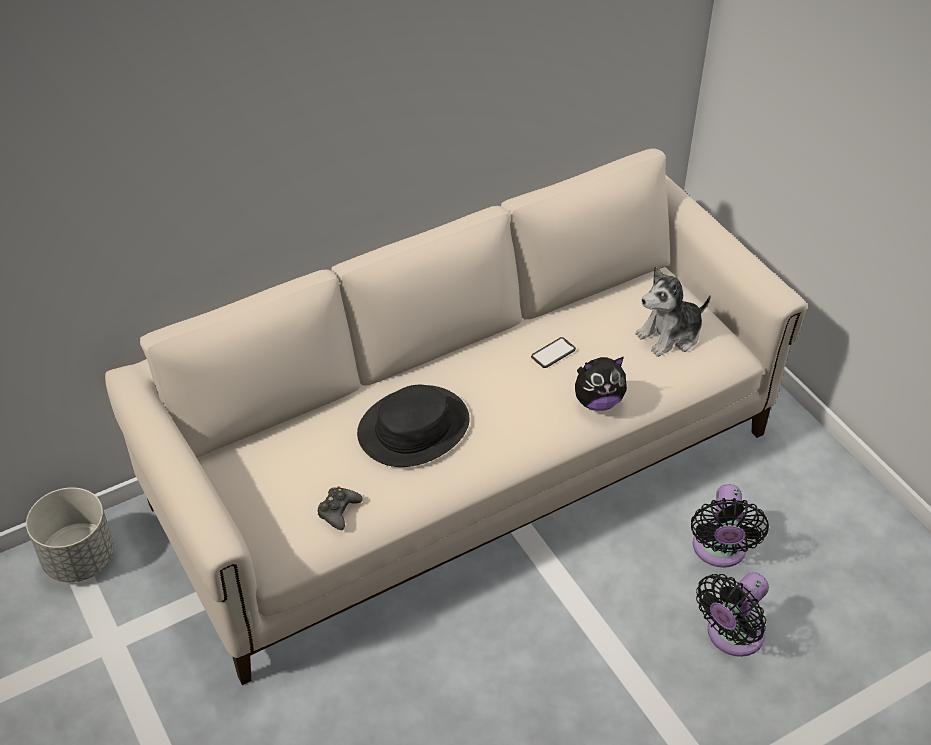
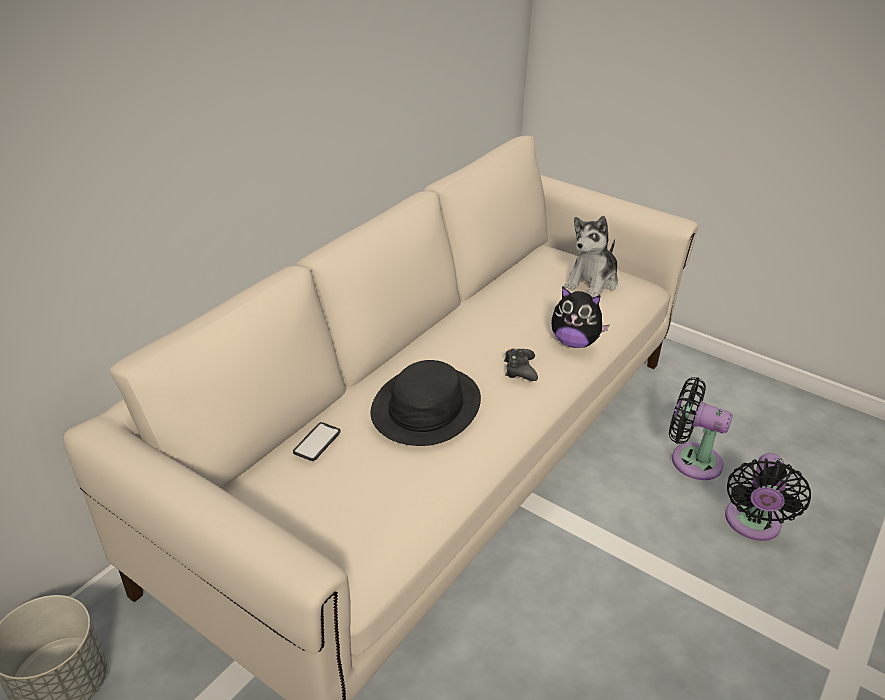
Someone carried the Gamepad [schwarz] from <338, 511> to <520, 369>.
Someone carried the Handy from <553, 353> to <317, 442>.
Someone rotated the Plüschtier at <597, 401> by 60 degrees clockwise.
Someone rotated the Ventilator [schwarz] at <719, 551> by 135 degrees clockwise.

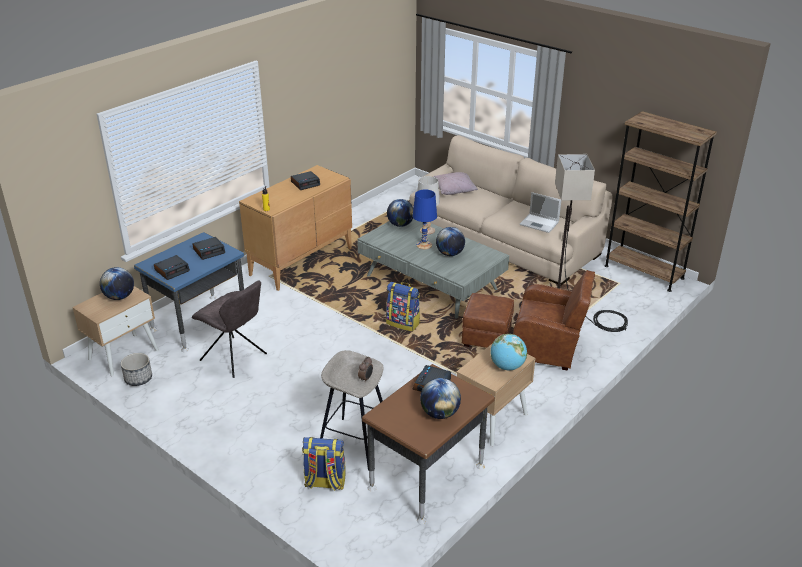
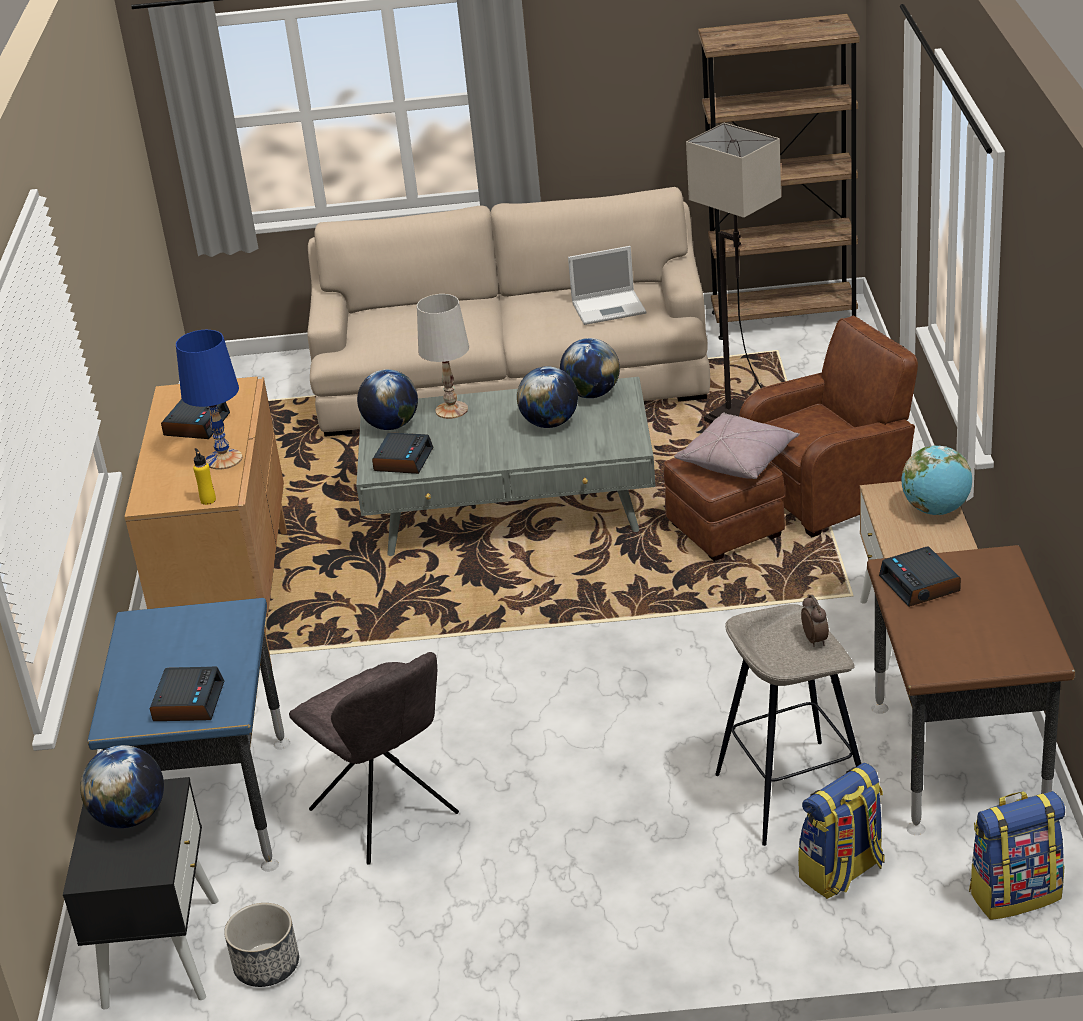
Someone carried the Wecker from <209, 251> to <403, 459>.
Someone carried the Rucksack from <403, 323> to <1015, 893>.
Someone carried the Tischlampe [blau] from <424, 245> to <224, 459>.
Someone carried the Globus from <440, 413> to <592, 394>.
Someone carried the Kissen [lila] from <454, 189> to <738, 460>.
Someone repainted the Nachttisch [beige] at <124, 354>, which became the Nachttisch [schwarz] at <161, 951>.
Someone rotated the Stuhl [grau] at <235, 358> by 60 degrees clockwise.

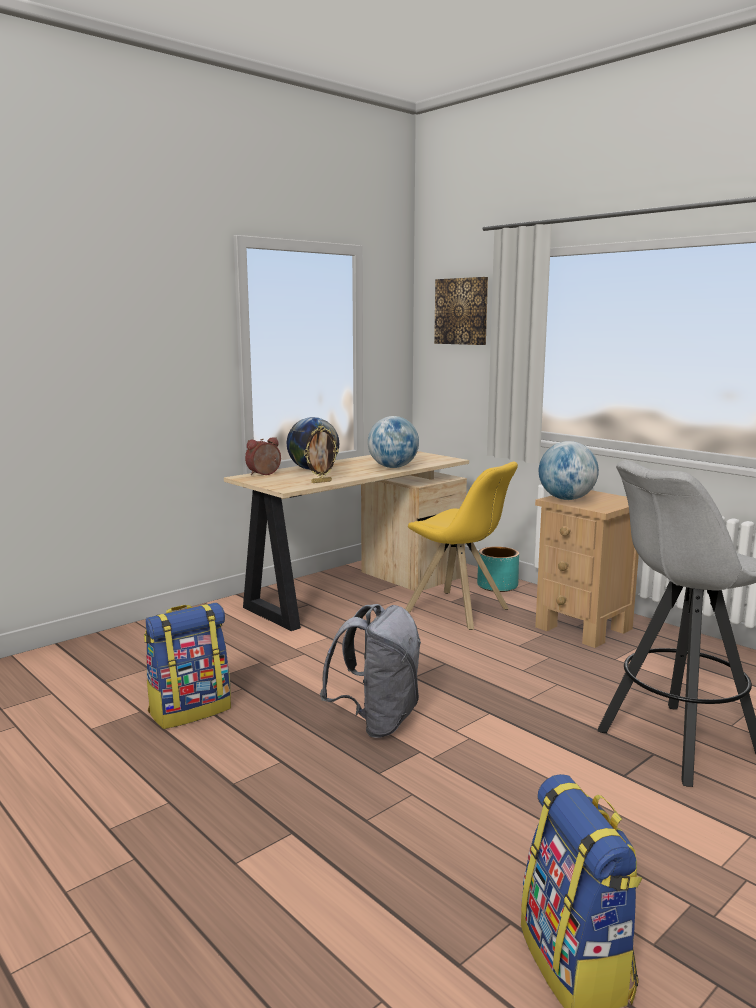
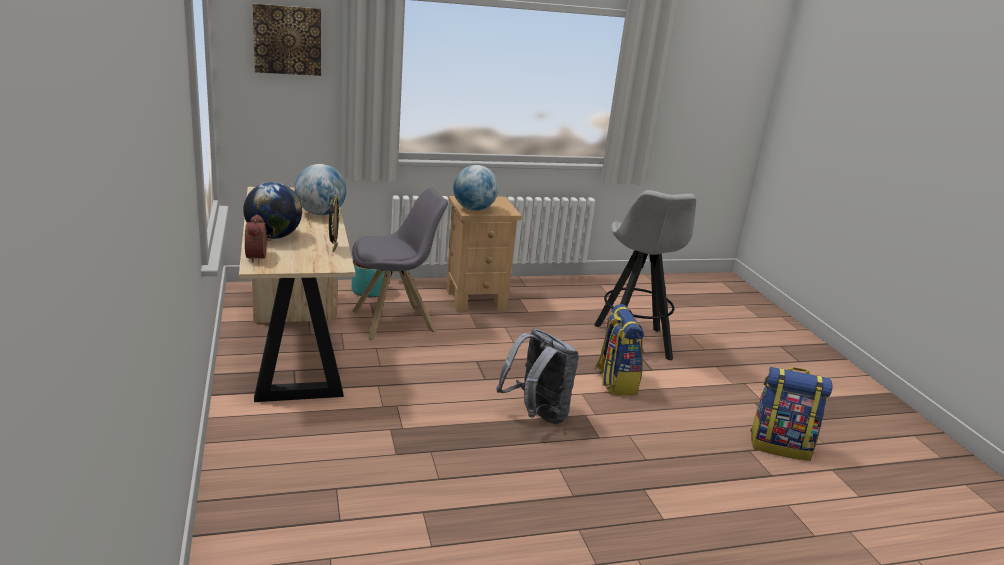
Someone carried the Rucksack from <190, 710> to <615, 382>.
Someone repainted the Stuhl [gelb] at <458, 610>, which became the Stuhl [grau] at <394, 321>.

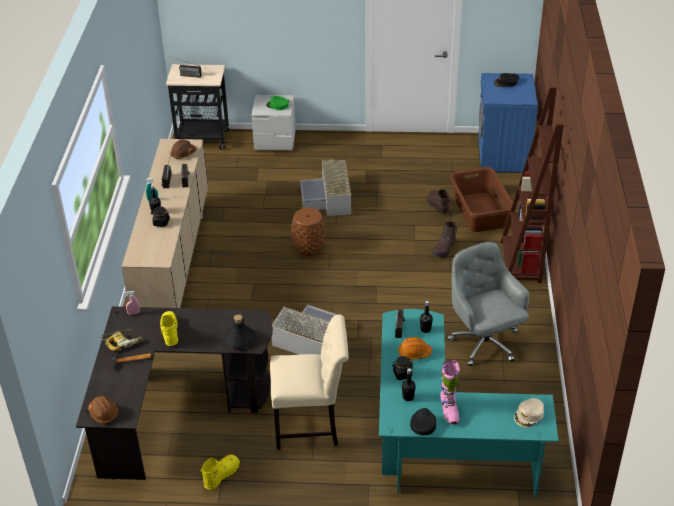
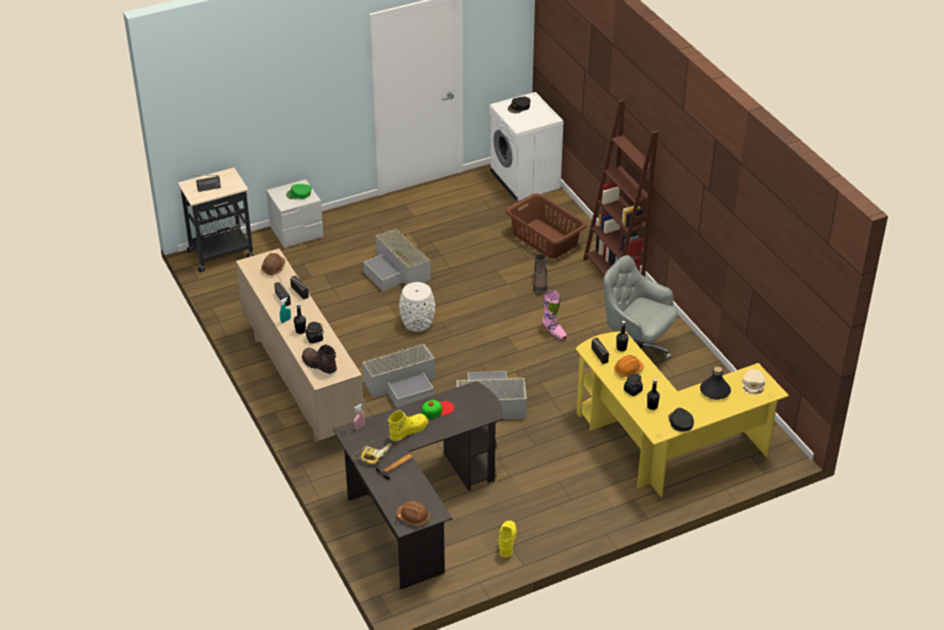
Someone took away the Stuhl [beige] at <311, 426>.
Someone put down the Aufbewahrungsbox [grau] at <403, 385>.
Someone put down the Kappe at <437, 410>.
Someone carried the Flasche [schwarz] from <240, 340> to <715, 391>.
Someone carried the Stiefel [braun] from <437, 206> to <319, 365>.
Someone carried the Stiefel [rosa] from <449, 410> to <554, 332>.
Someone repainted the Hocker [braun] at <309, 248>, which became the Hocker [weiß] at <417, 323>.
Someone repainted the Schreibtisch [türkis] at <438, 446>, which became the Schreibtisch [gelb] at <664, 448>.
Someone repainted the Waschmaschine [blau] at <501, 156>, which became the Waschmaschine [weiß] at <523, 180>.
Someone rotated the Stiefel [gelb] at <169, 332> by 90 degrees clockwise.

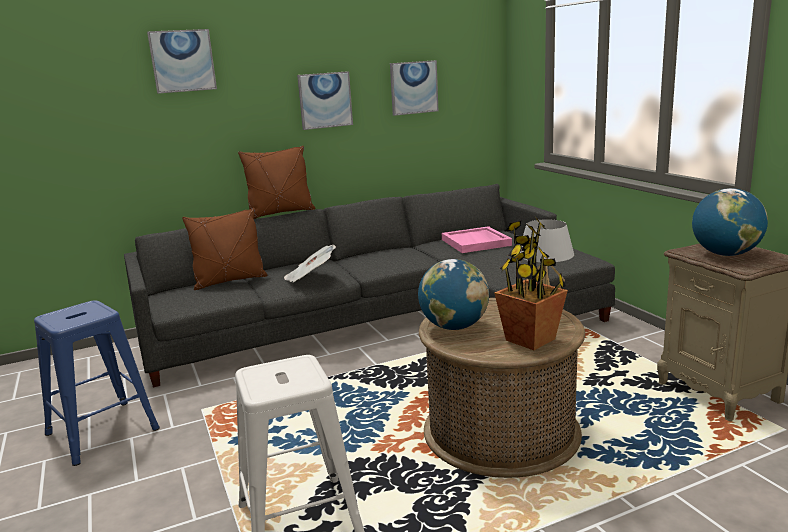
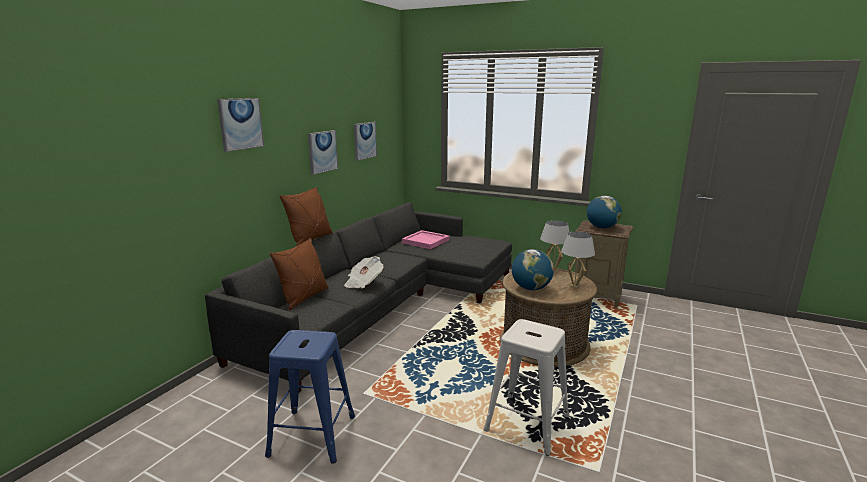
Someone swapped the Topfpflanze at <531, 340> for the Tischlampe [weiß] at <574, 286>.

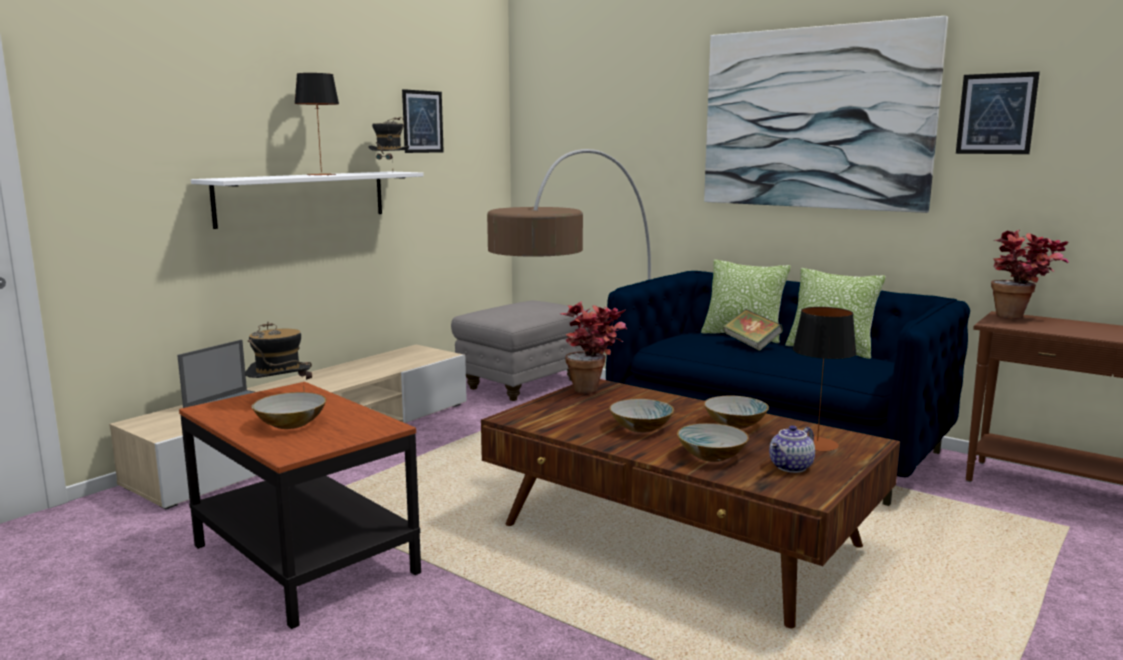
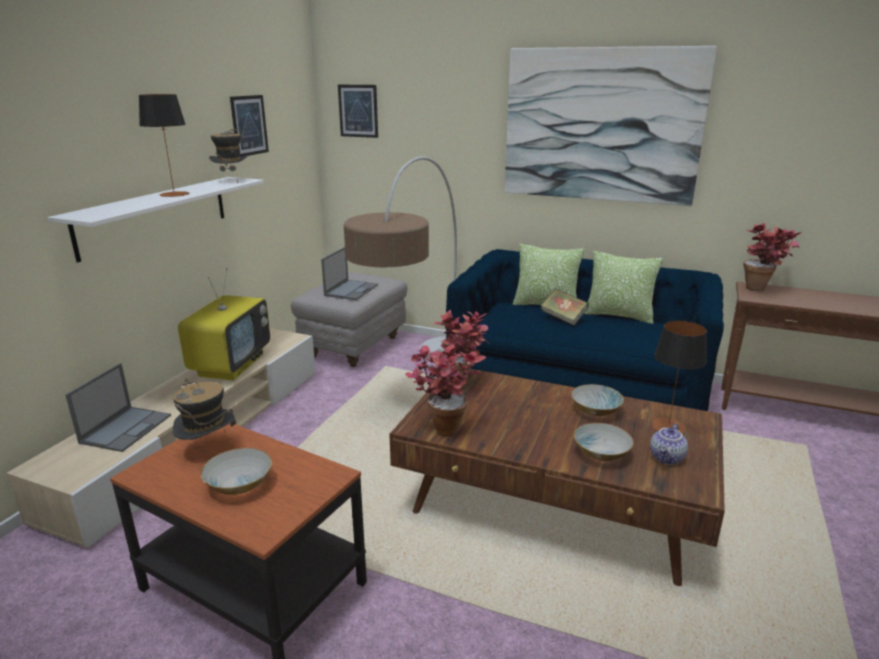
Someone took away the Schüssel at <641, 428>.
Someone put down the Fernseher at <231, 365>.
Someone put down the Laptop at <351, 290>.
Someone put down the Topfpflanze at <442, 426>.
Someone carried the Bild from <996, 114> to <358, 111>.

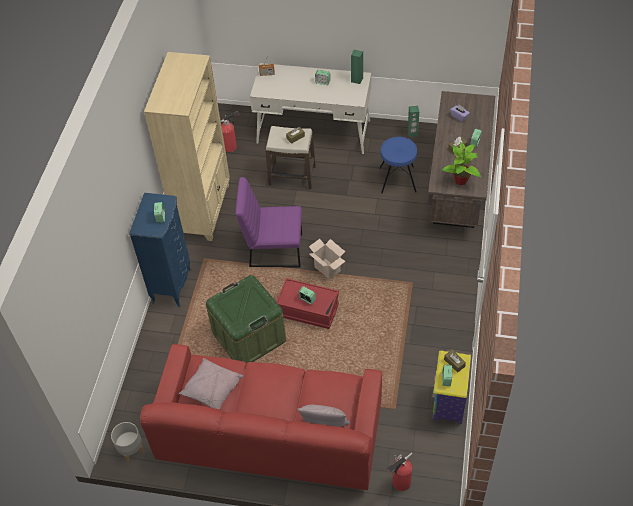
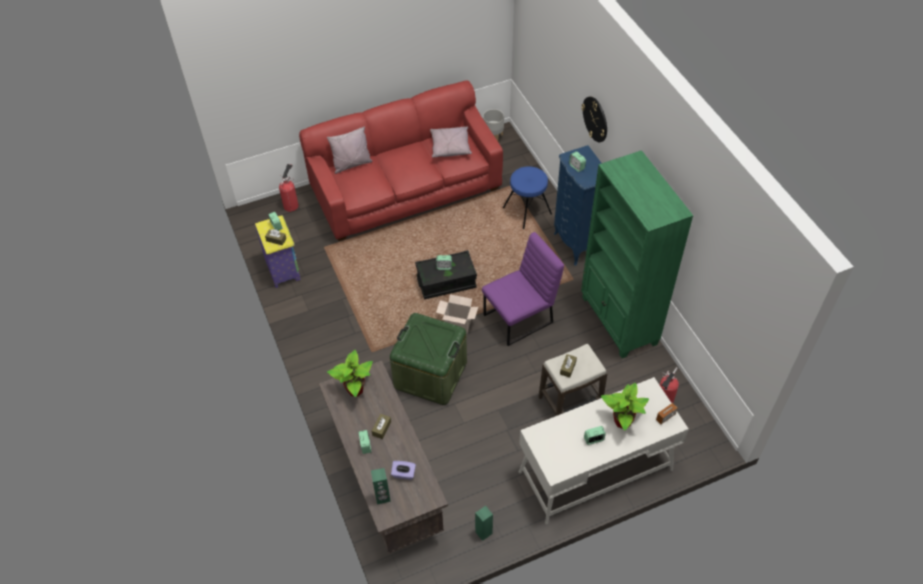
Someone put up the Wanduhr at <595, 119>.
Someone put down the Topfpflanze at <622, 421>.
Someone carried the Aufbewahrungsbox [grün] from <249, 336> to <430, 374>.
Someone carried the Lautsprecher [grün] from <357, 80> to <382, 497>.
Someone carried the Hocker [blau] from <397, 179> to <527, 211>.
Someone repainted the Bücherregal [beige] at <204, 210>, which became the Bücherregal [grün] at <618, 321>.
Someone repainted the Aufbewahrungsbox [rot] at <308, 310>, which became the Aufbewahrungsbox [schwarz] at <446, 282>.

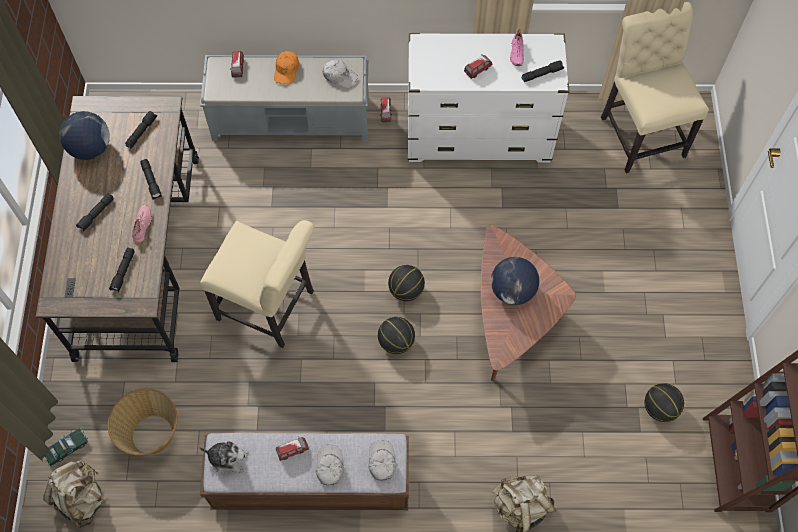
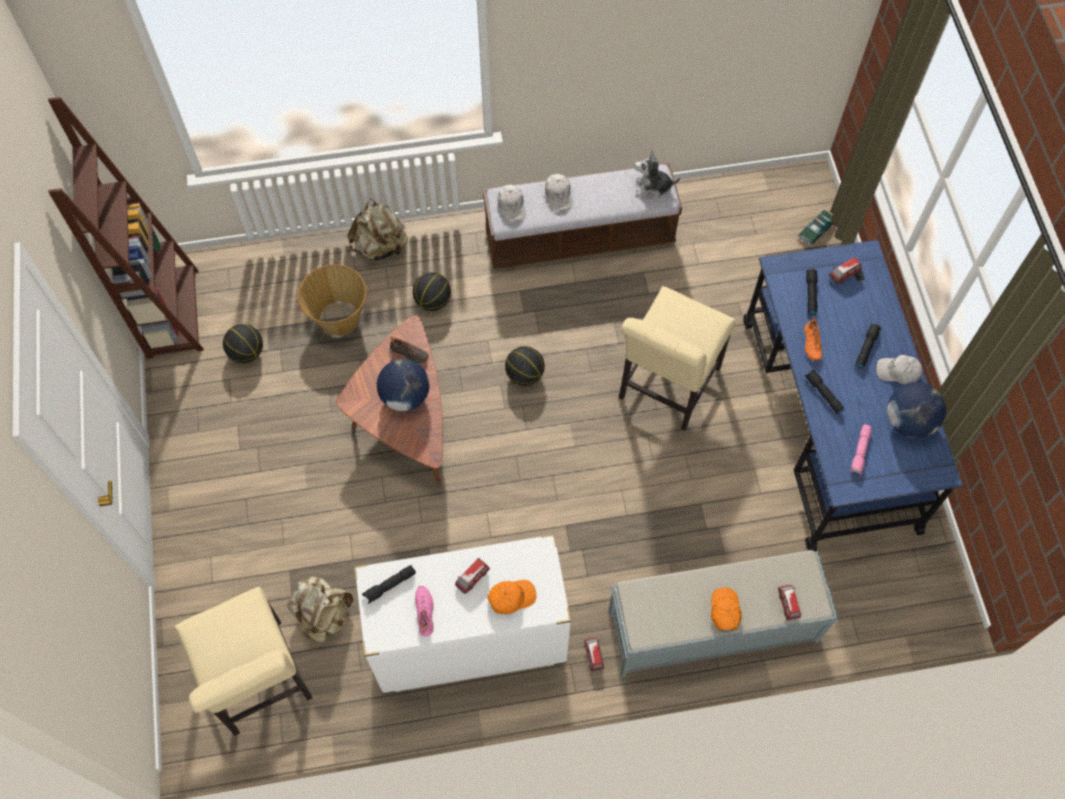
Someone put down the Schuh [schwarz] at <409, 353>.
Someone put down the Kappe [orange] at <511, 597>.
Someone carried the Rucksack [beige] from <81, 498> to <323, 615>.
Someone carried the Korb from <152, 435> to <338, 317>.
Someone carried the Spielzeugauto from <292, 450> to <843, 275>.
Someone carried the Kappe [weiß] from <339, 76> to <898, 372>.
Someone carried the Basketball from <406, 290> to <432, 301>.
Someone repainted the Schreibtisch [braun] at <138, 255>, which became the Schreibtisch [blau] at <828, 422>.
Someone repainted the Taschenlampe [schwarz] at <141, 131>, which became the Taschenlampe [rosa] at <860, 452>.
Someone repainted the Schuh [rosa] at <143, 225>, which became the Schuh [orange] at <811, 344>.
Someone rotated the Stuhl [beige] at <271, 308> by 75 degrees counterclockwise.

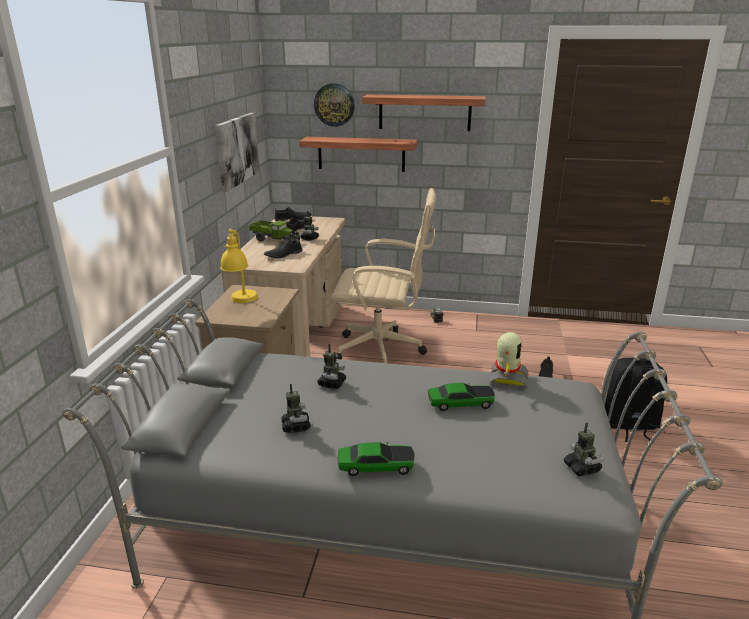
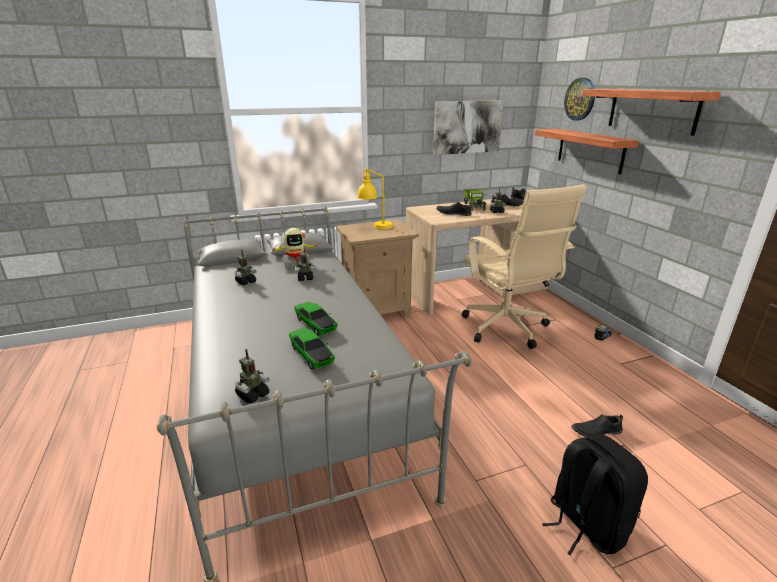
Someone carried the Spielzeugauto from <376, 466> to <311, 354>.
Someone carried the Spielzeugroboter from <507, 379> to <296, 263>.

